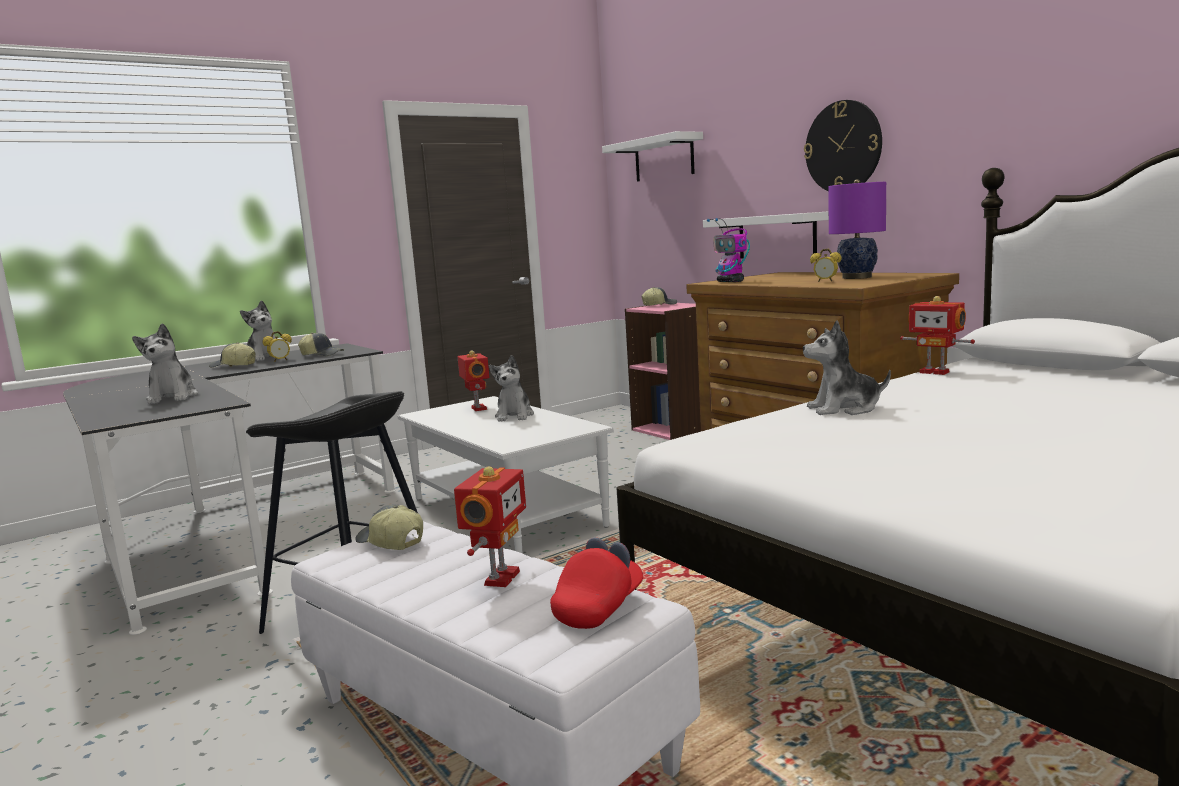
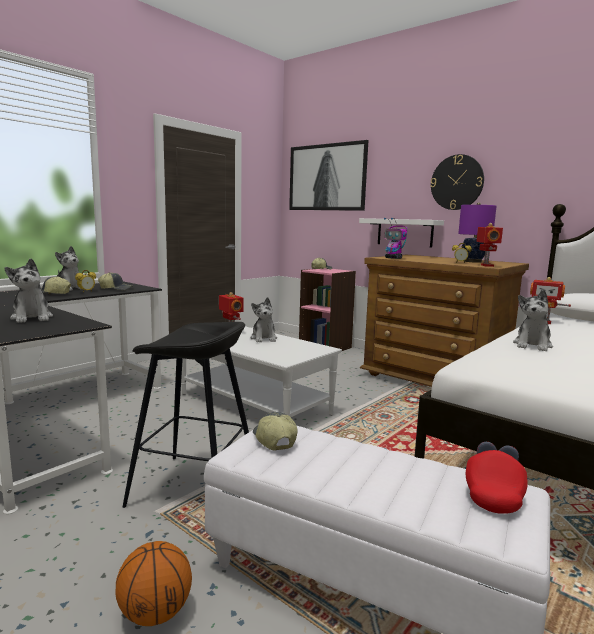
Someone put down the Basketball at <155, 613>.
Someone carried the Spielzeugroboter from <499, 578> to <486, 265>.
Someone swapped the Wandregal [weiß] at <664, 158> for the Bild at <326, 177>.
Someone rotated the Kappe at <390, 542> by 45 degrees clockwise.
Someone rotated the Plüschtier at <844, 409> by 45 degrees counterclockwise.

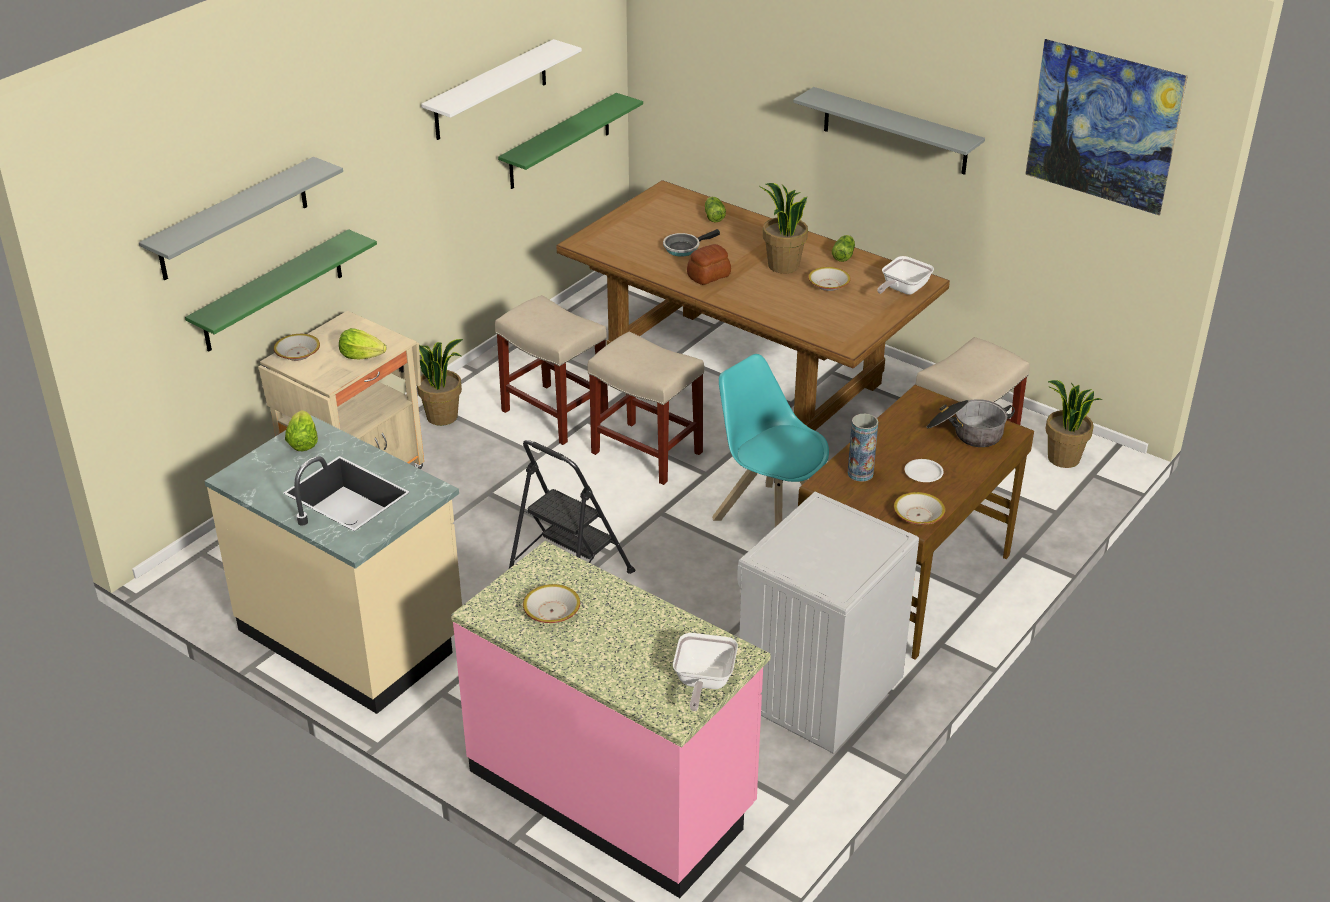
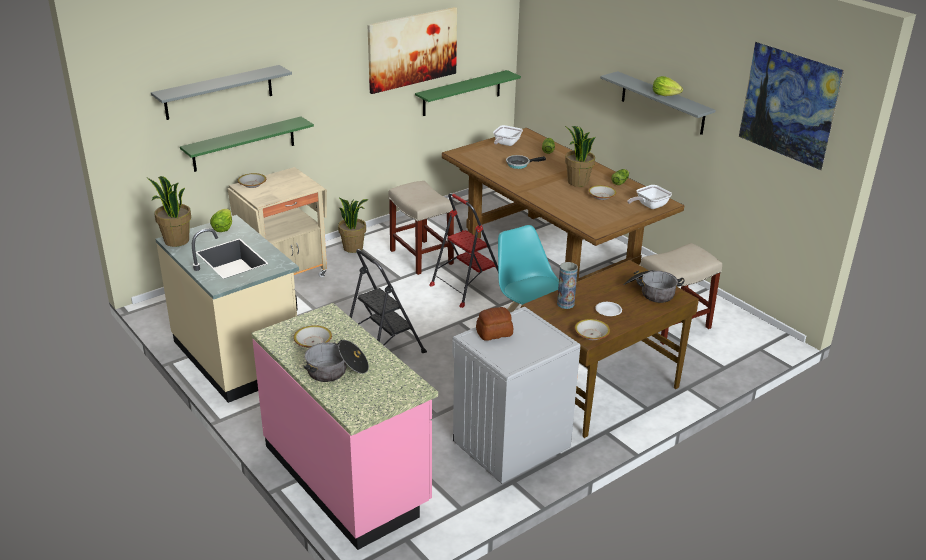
Someone put down the Kochtopf at <336, 371>.
Someone carried the Salatkopf from <361, 356> to <665, 95>.
Someone carried the Pfanne from <703, 683> to <505, 144>.
Someone carried the Brot from <709, 276> to <495, 333>.
Someone carried the Topfpflanze from <1063, 459> to <176, 241>.
Someone swapped the Wandregal [weiß] at <491, 90> for the Bild at <412, 49>.
Someone swapped the Hocker [beige] at <645, 452> for the Trittleiter [rot] at <466, 287>.

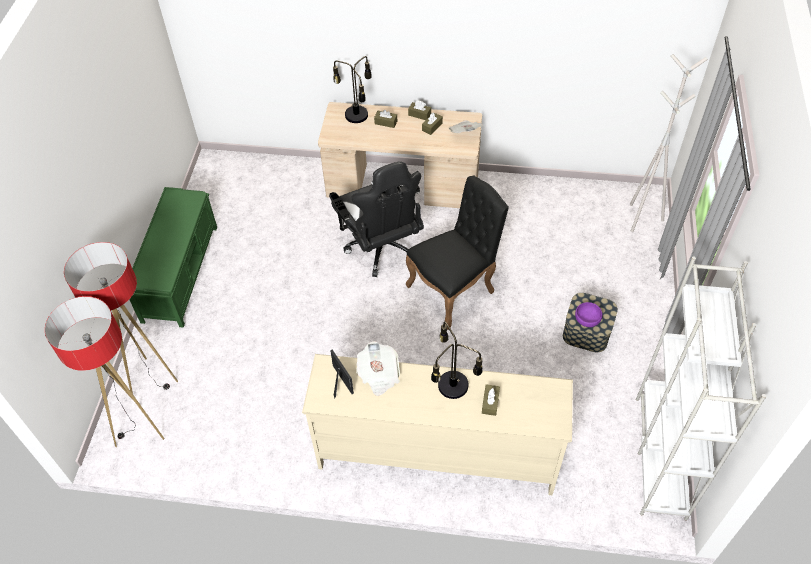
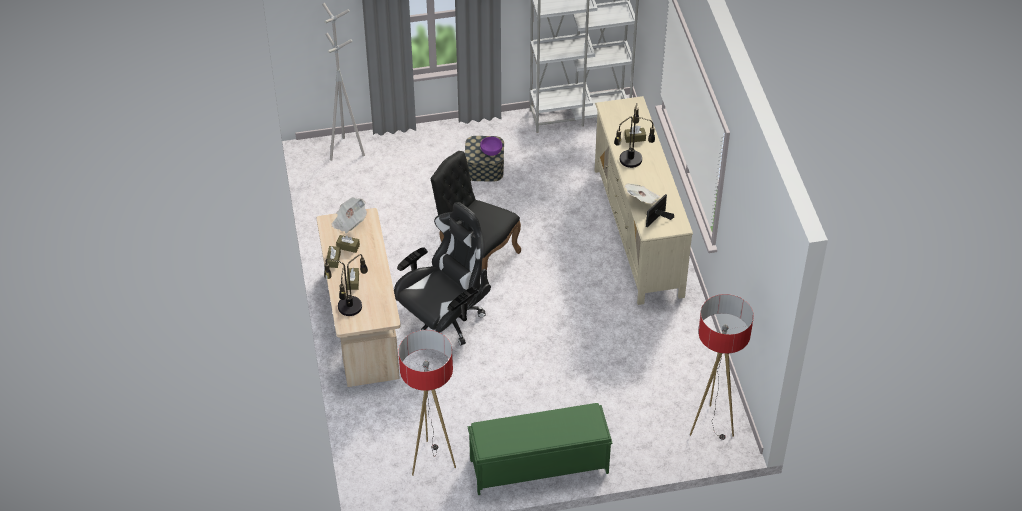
Someone carried the Stehlampe from <152, 379> to <431, 461>.

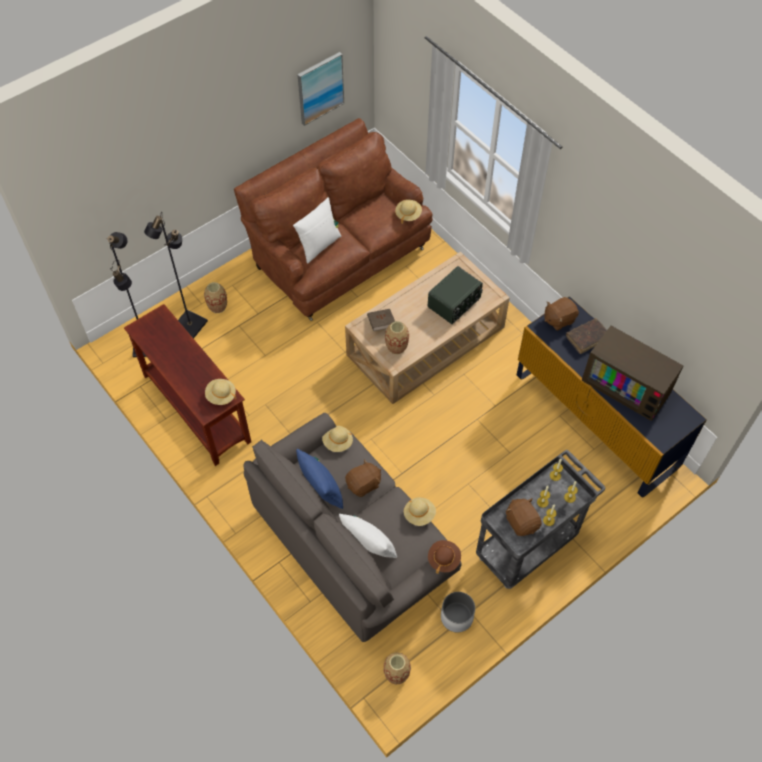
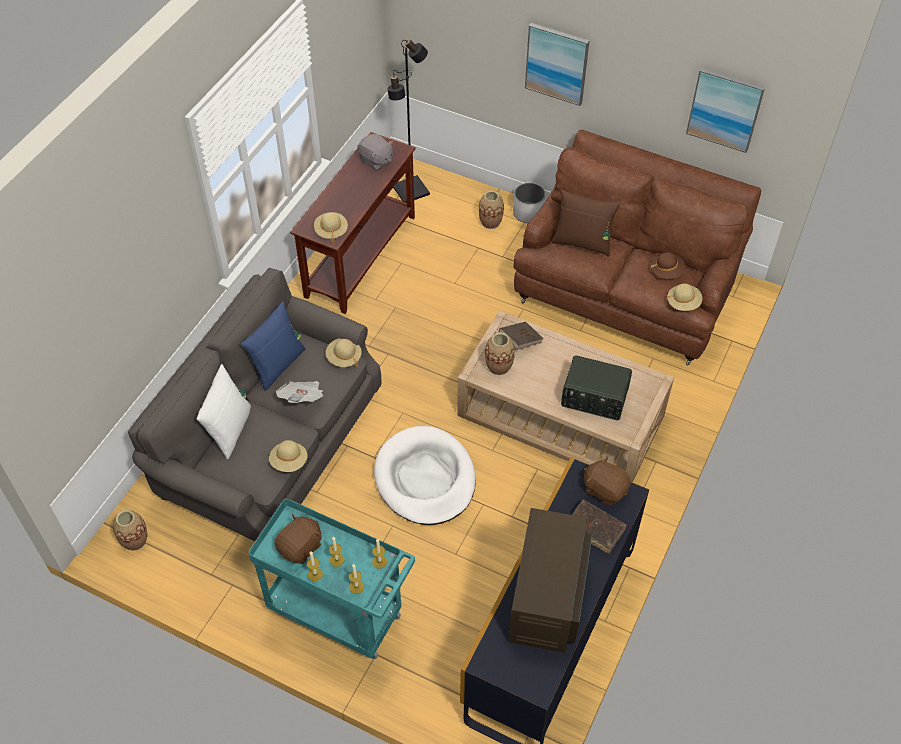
Someone took away the Stehlampe [schwarz] at <190, 324>.
Someone put down the Plüschtier [grau] at <376, 160>.
Someone put down the Hundebett [weiß] at <425, 478>.
Someone put up the Bild at <557, 63>.
Someone carried the Hut [braun] from <443, 559> to <666, 271>.
Someone carried the Pflanzkübel [weiß] from <456, 616> to <528, 213>.
Someone swapped the Plüschtier [braun] at <364, 484> for the Zeitung at <303, 398>.
Someone repainted the Kissen [weiß] at <319, 246>, which became the Kissen [braun] at <582, 243>.
Someone repainted the Rollwagen [grau] at <529, 545>, which became the Rollwagen [türkis] at <341, 617>.

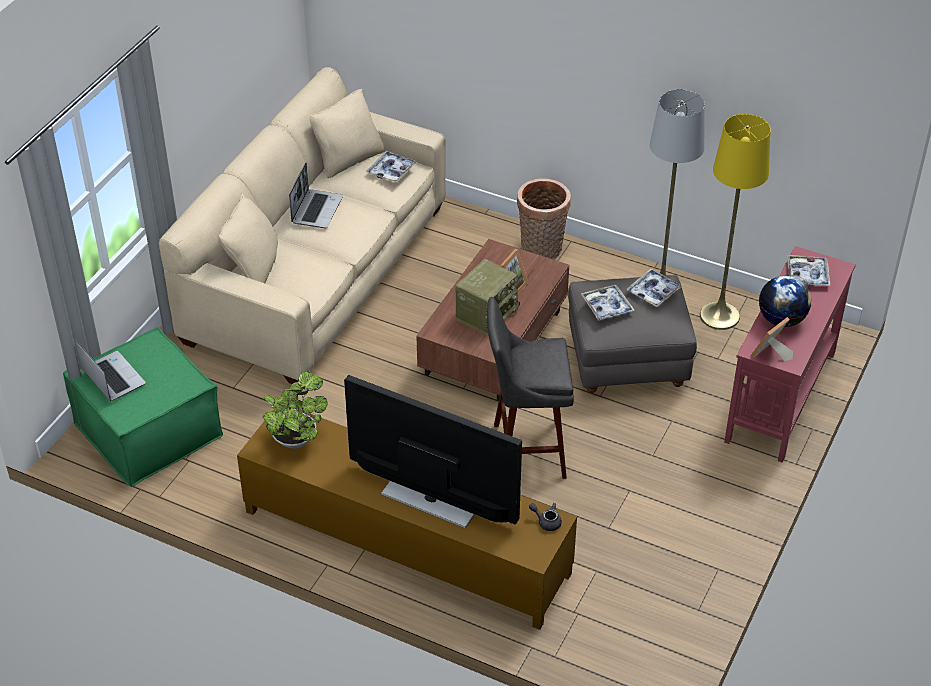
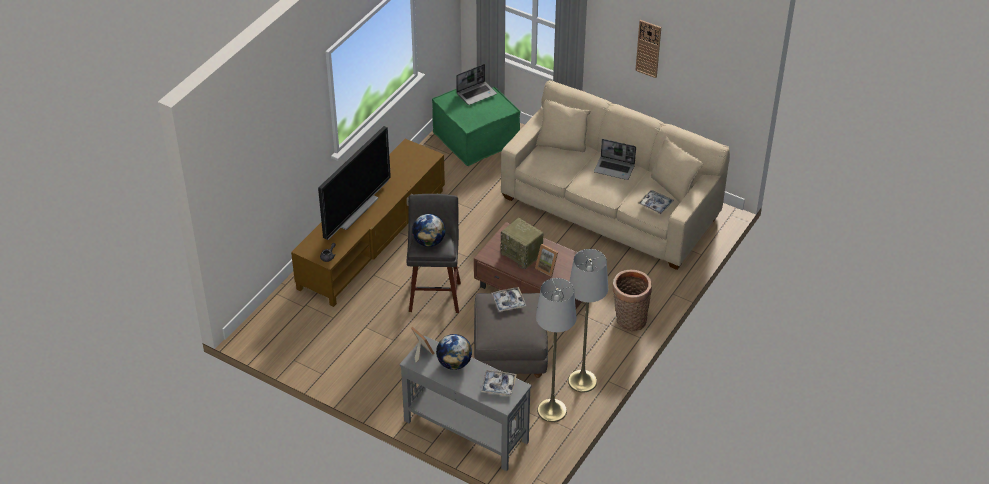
Someone took away the Topfpflanze at <296, 438>.
Someone took away the Tablett at <653, 292>.
Someone put down the Globus at <429, 242>.
Someone put up the Wanduhr at <648, 48>.
Someone repainted the Stehlampe [gelb] at <719, 316>, which became the Stehlampe [grau] at <552, 410>.
Someone repainted the Konsolentisch [rot] at <780, 396>, which became the Konsolentisch [grau] at <465, 431>.

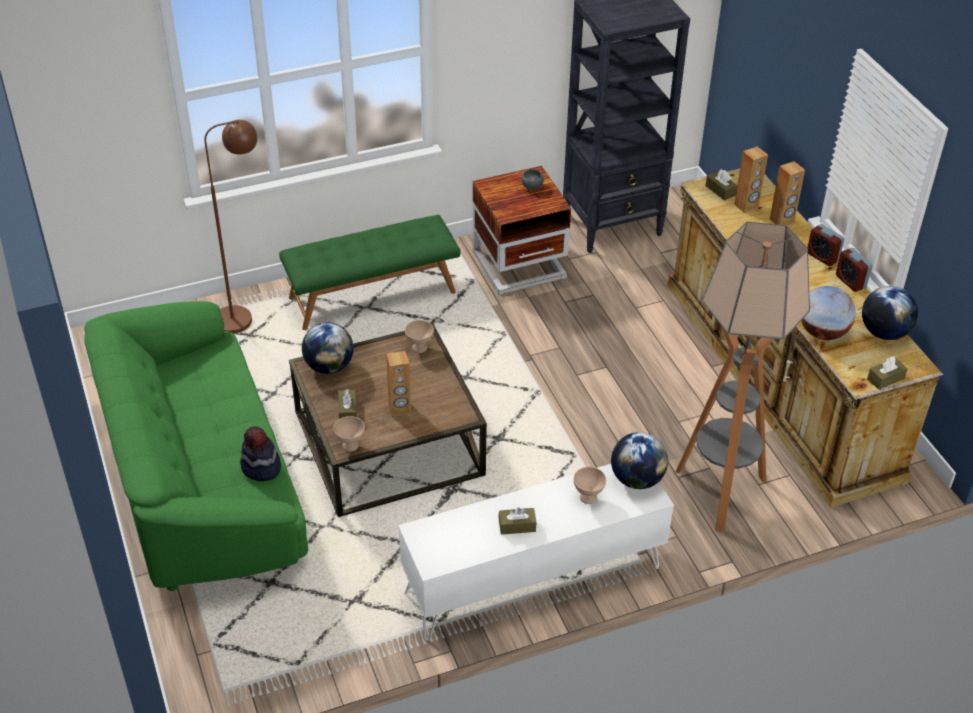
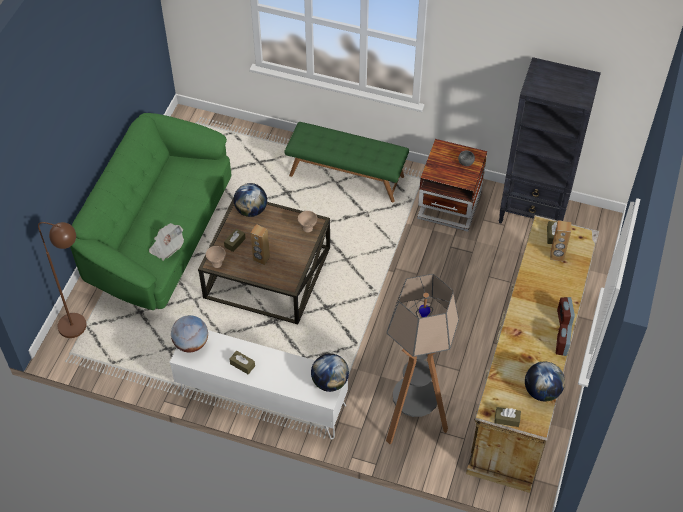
Someone took away the Schüssel [beige] at <587, 497>.
Someone took away the Lautsprecher [braun] at <782, 221>.
Someone carried the Stehlampe [braun] from <244, 318> to <80, 328>.
Someone carried the Globus from <823, 333> to <191, 343>.
Someone swapped the Hut at <261, 468> for the Zeitung at <167, 247>.

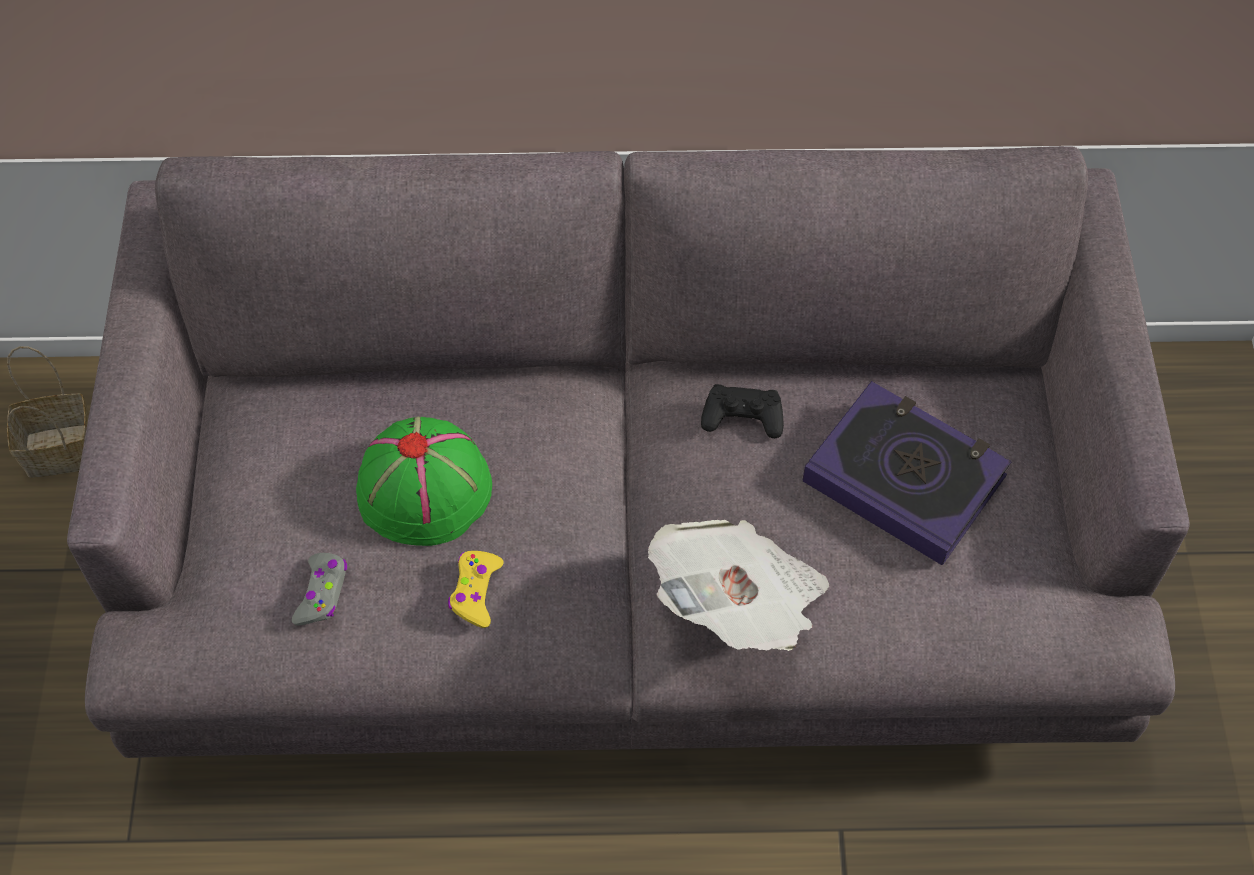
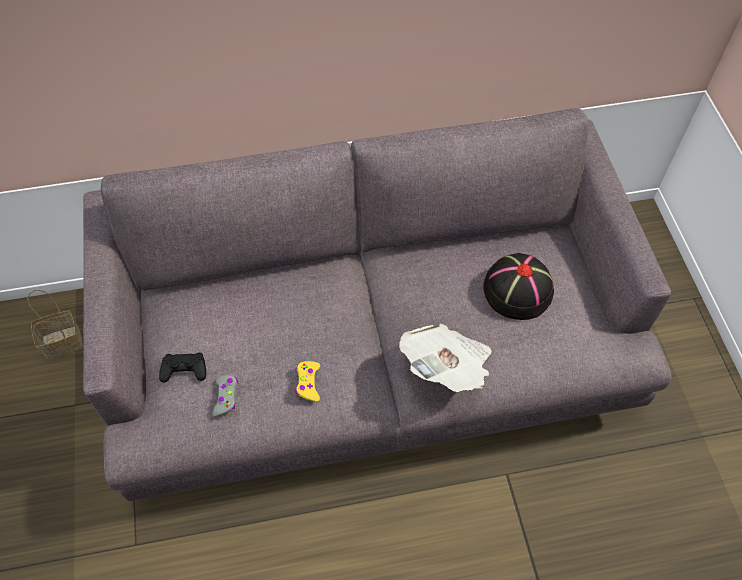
Someone took away the Hut [grün] at <425, 488>.
Someone carried the Gamepad [schwarz] from <742, 416> to <184, 369>.
Someone swapped the Buch at <904, 478> for the Hut [schwarz] at <517, 289>.

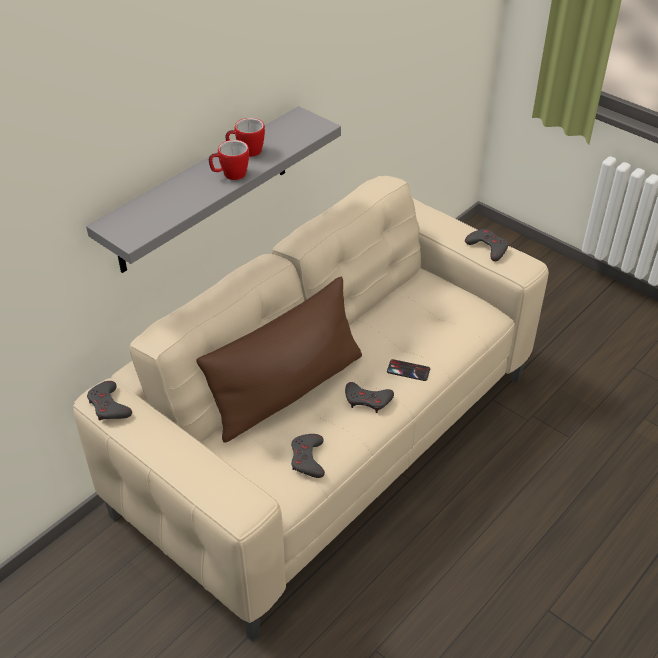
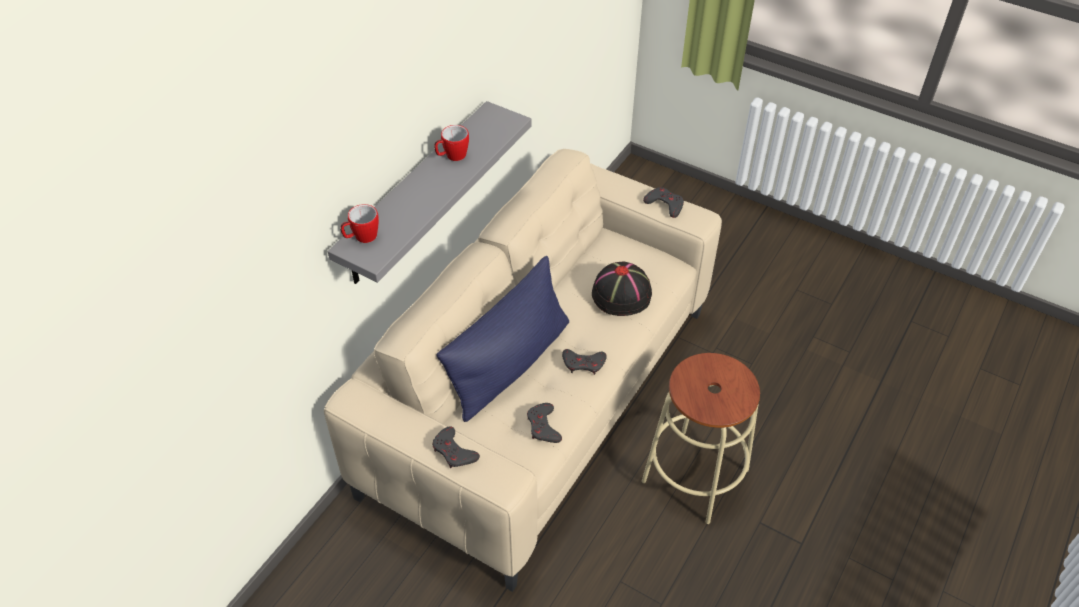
Someone took away the Handy at <408, 370>.
Someone put down the Hut [schwarz] at <622, 294>.
Someone put down the Hocker [beige] at <695, 475>.
Someone carried the Gamepad [grau] from <109, 406> to <454, 452>.
Someone carried the Henkelbecher from <230, 175> to <361, 237>.
Someone repainted the Kissen [braun] at <287, 390>, which became the Kissen [blau] at <510, 364>.

